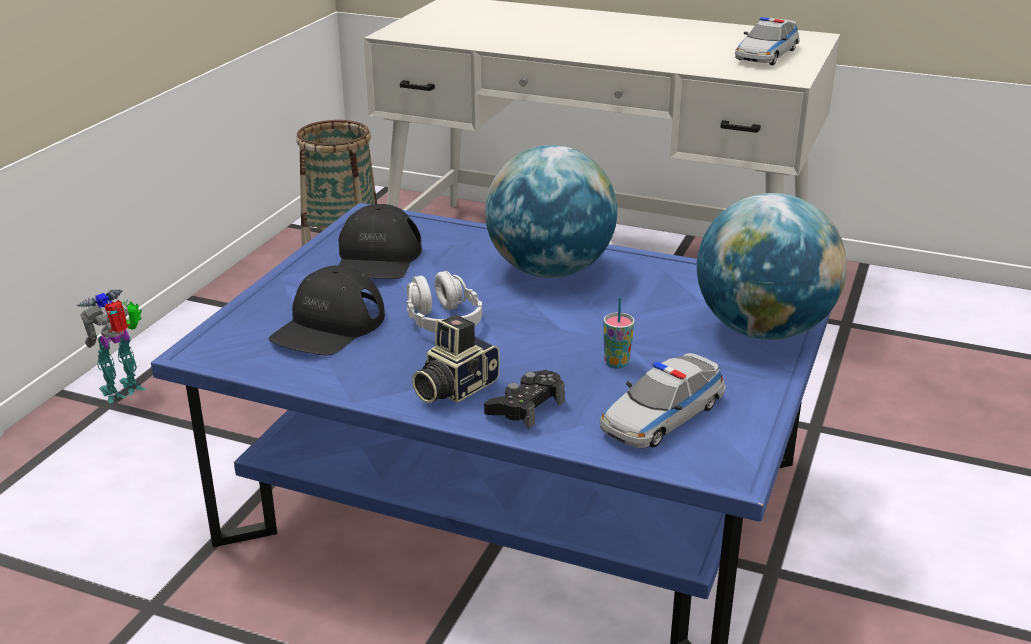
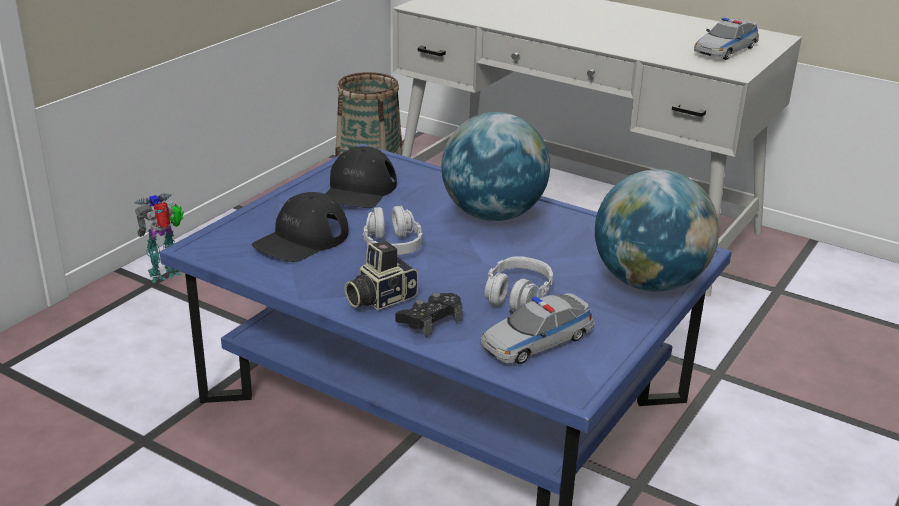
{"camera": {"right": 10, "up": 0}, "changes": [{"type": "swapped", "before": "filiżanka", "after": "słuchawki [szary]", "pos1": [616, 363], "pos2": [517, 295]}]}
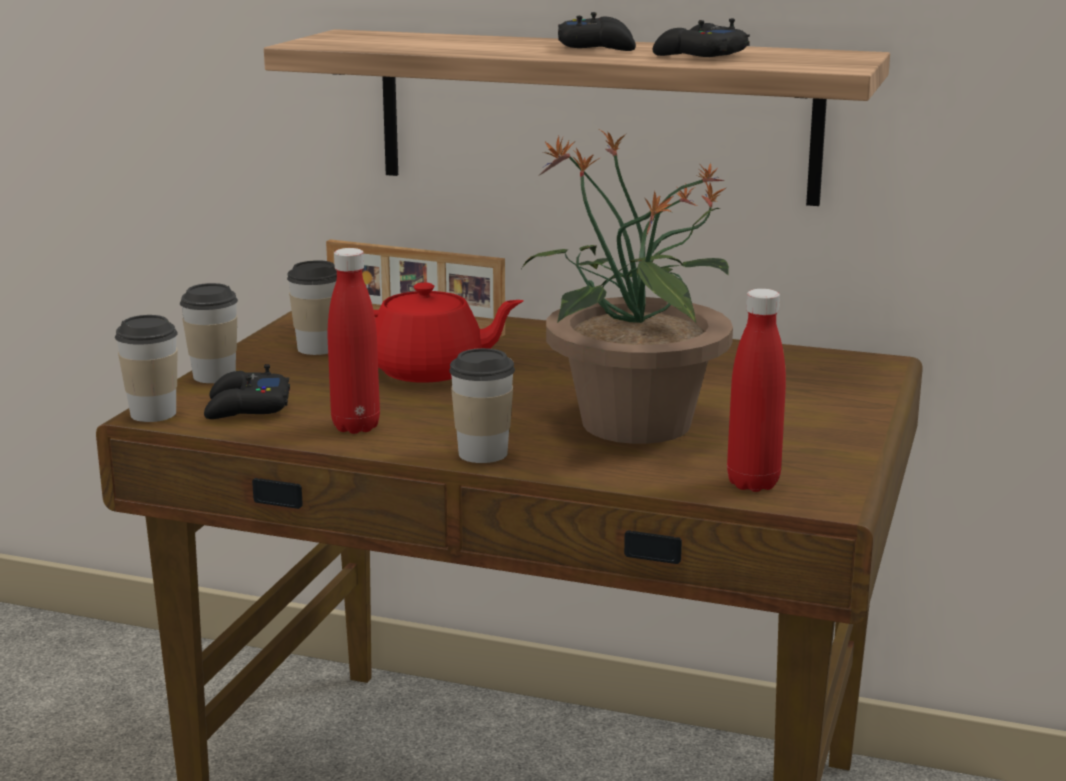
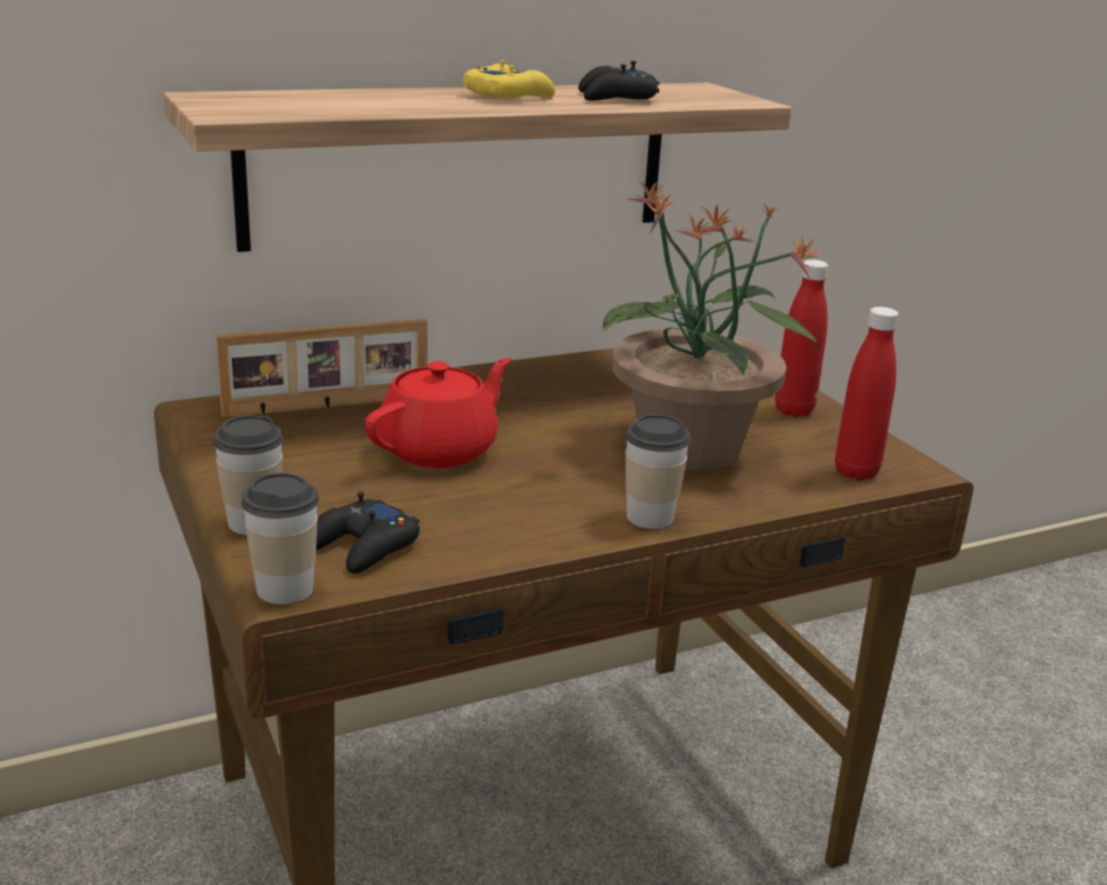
{"camera": {"right": -45, "up": 5}, "changes": [{"type": "repainted", "before": "pad do gier [czarny]", "after": "pad do gier [żółty]", "pos1": [597, 47], "pos2": [508, 95]}, {"type": "shifted", "before": "butelka [czerwony]", "pos1": [356, 426], "pos2": [793, 410]}, {"type": "gone", "before": "filiżanka", "pos1": [318, 348]}]}
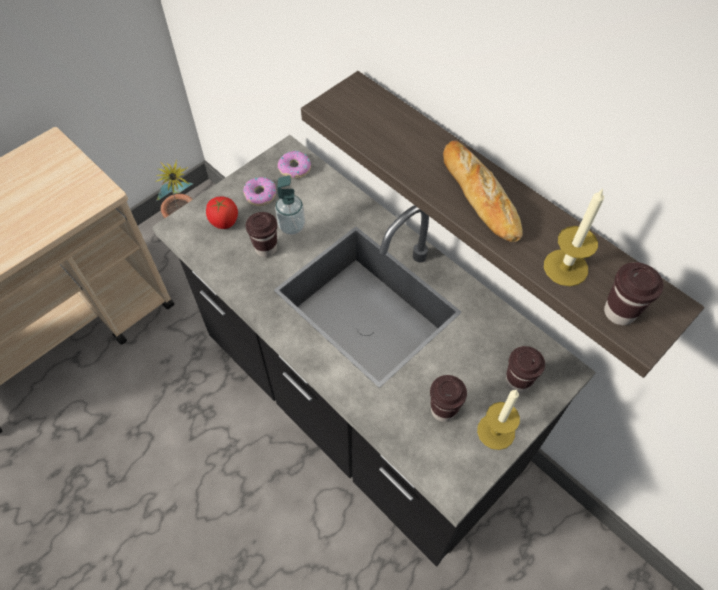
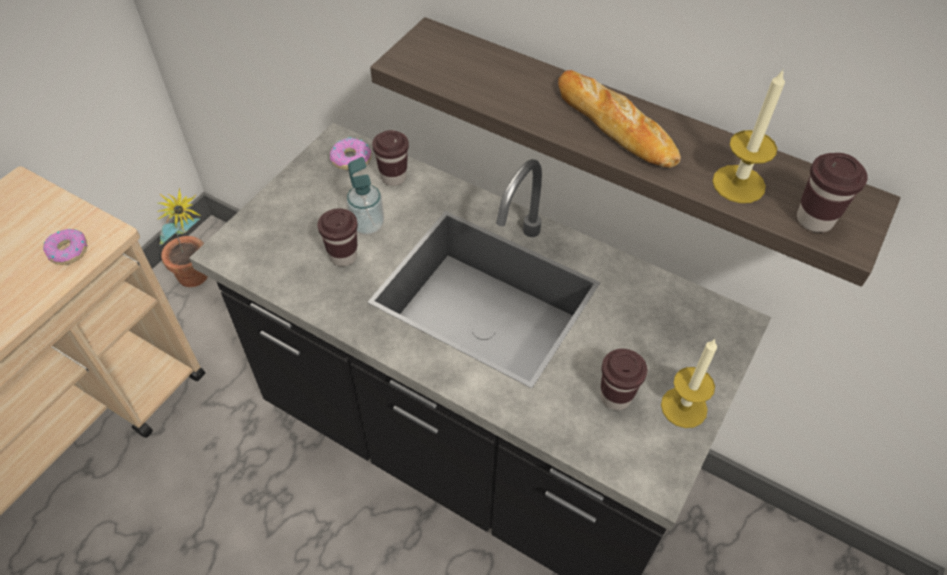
{"camera": {"right": -15, "up": -5}, "changes": [{"type": "shifted", "before": "donut", "pos1": [260, 195], "pos2": [68, 251]}, {"type": "gone", "before": "pomidor", "pos1": [224, 222]}, {"type": "shifted", "before": "filiżanka [brązowy]", "pos1": [517, 382], "pos2": [393, 177]}]}
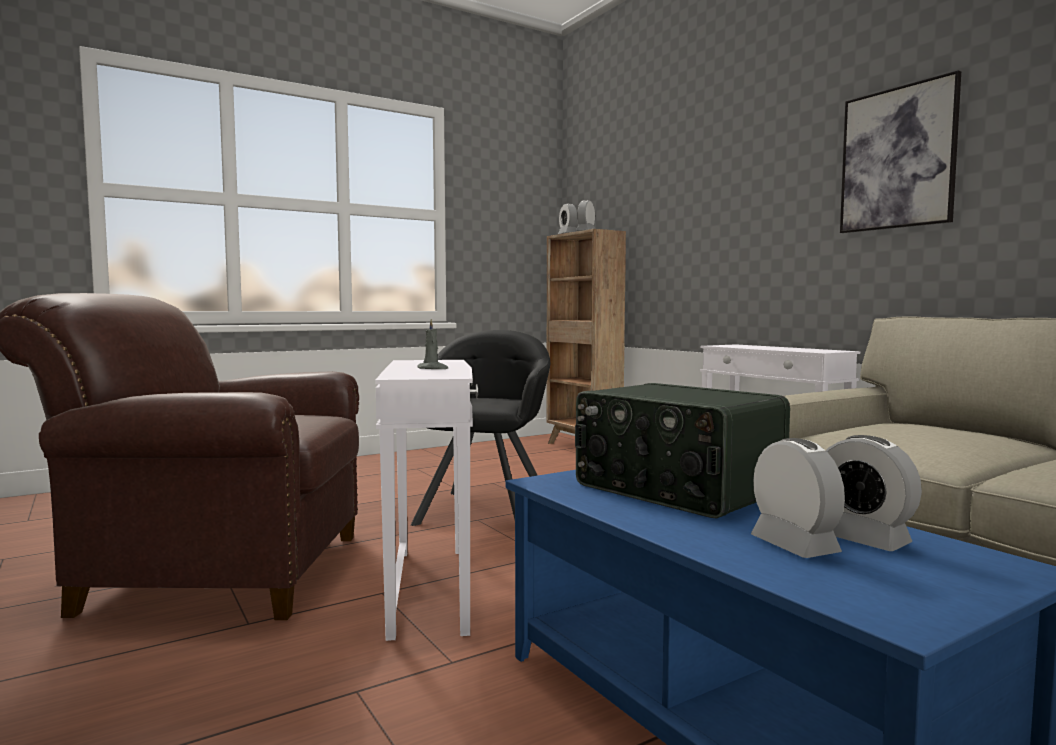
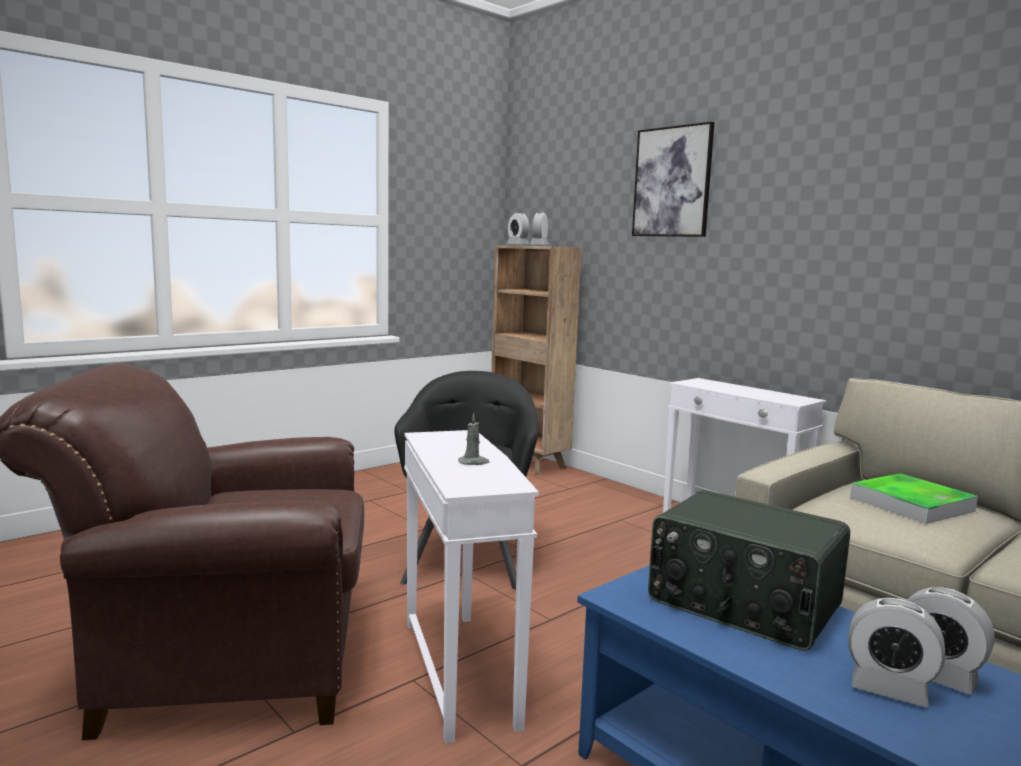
{"camera": {"right": -10, "up": 5}, "changes": [{"type": "shifted", "before": "obraz", "pos1": [897, 158], "pos2": [672, 182]}, {"type": "rotated", "before": "budzik", "pos1": [794, 546], "pos2": [889, 689], "turn": 150}, {"type": "new", "after": "taca", "pos2": [911, 504]}]}
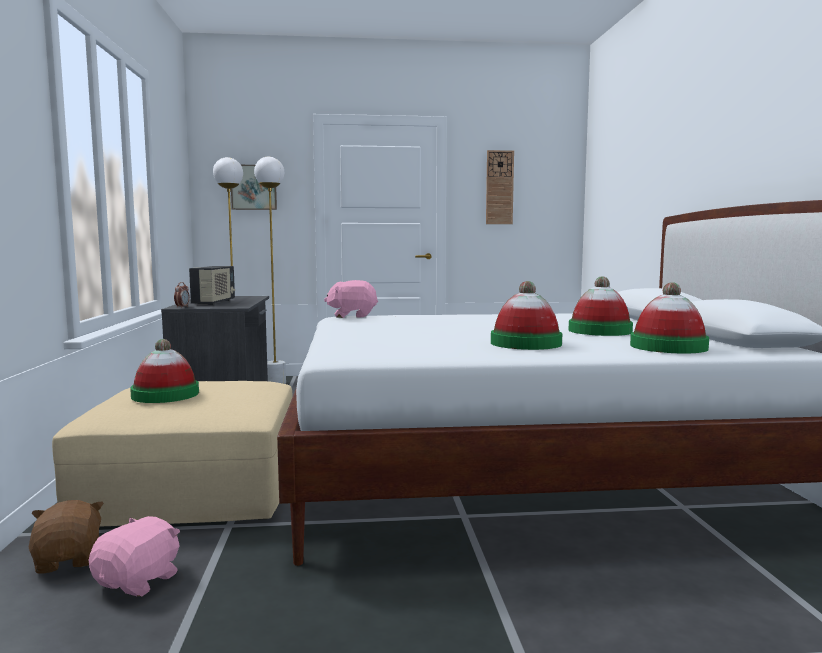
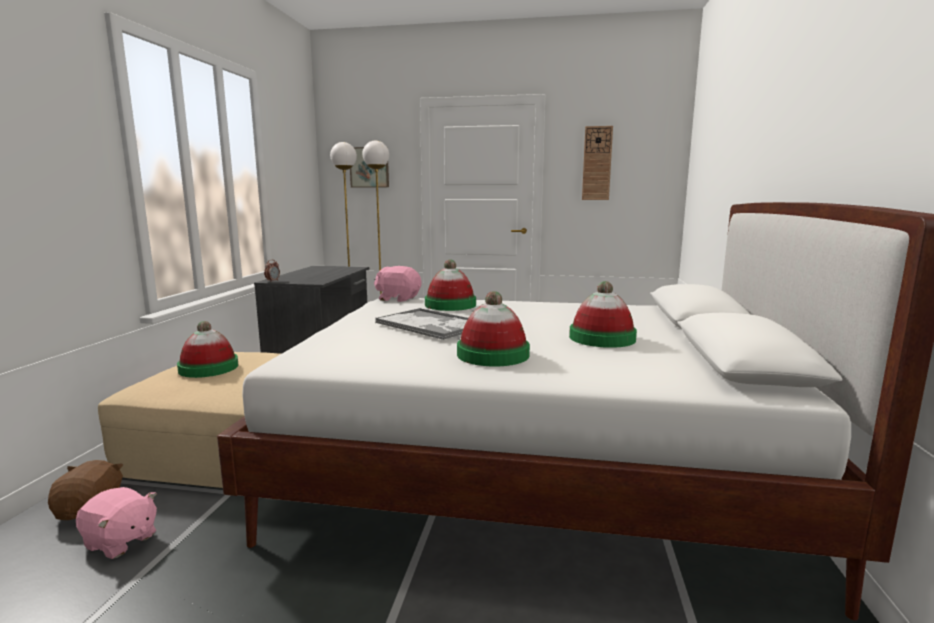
{"camera": {"right": 15, "up": 5}, "changes": [{"type": "gone", "before": "radio", "pos1": [214, 302]}, {"type": "shifted", "before": "kapelusz", "pos1": [668, 347], "pos2": [450, 305]}, {"type": "rotated", "before": "pluszak [różowy]", "pos1": [139, 581], "pos2": [120, 541], "turn": 75}, {"type": "new", "after": "taca", "pos2": [431, 325]}]}
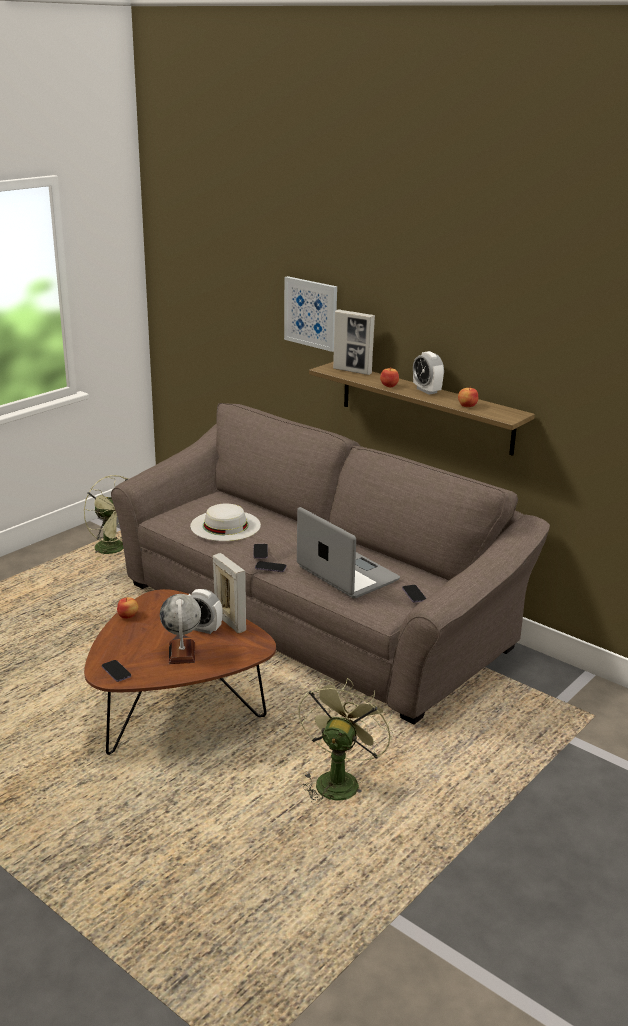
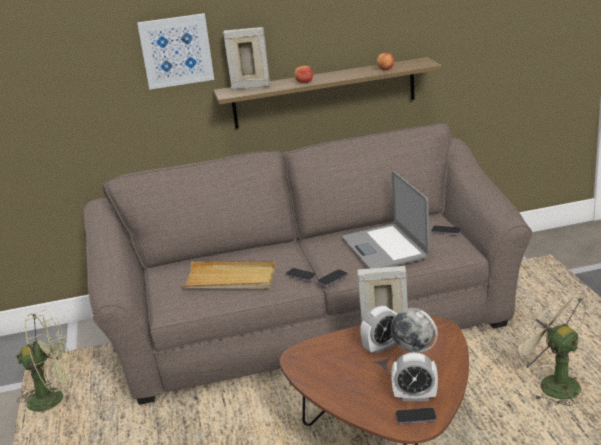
{"camera": {"right": -50, "up": 0}, "changes": [{"type": "rotated", "before": "ramka na zdjęcie", "pos1": [352, 371], "pos2": [250, 87], "turn": -150}, {"type": "shifted", "before": "budzik", "pos1": [426, 390], "pos2": [415, 396]}, {"type": "swapped", "before": "kapelusz [biały]", "after": "taca [beżowy]", "pos1": [225, 525], "pos2": [230, 279]}, {"type": "rotated", "before": "laptop", "pos1": [347, 574], "pos2": [385, 248], "turn": -105}, {"type": "gone", "before": "jabłko", "pos1": [128, 616]}, {"type": "repainted", "before": "wentylator [zielony]", "after": "wentylator [beżowy]", "pos1": [338, 779], "pos2": [551, 384]}]}
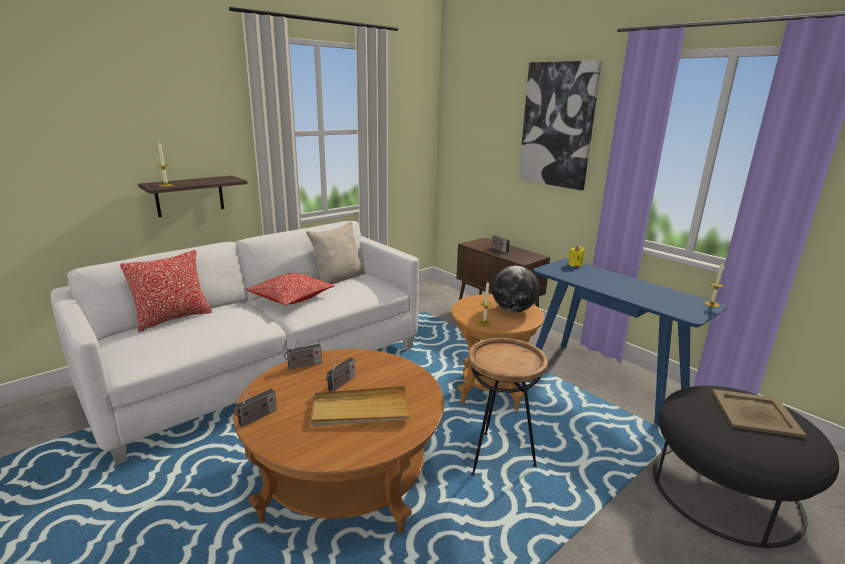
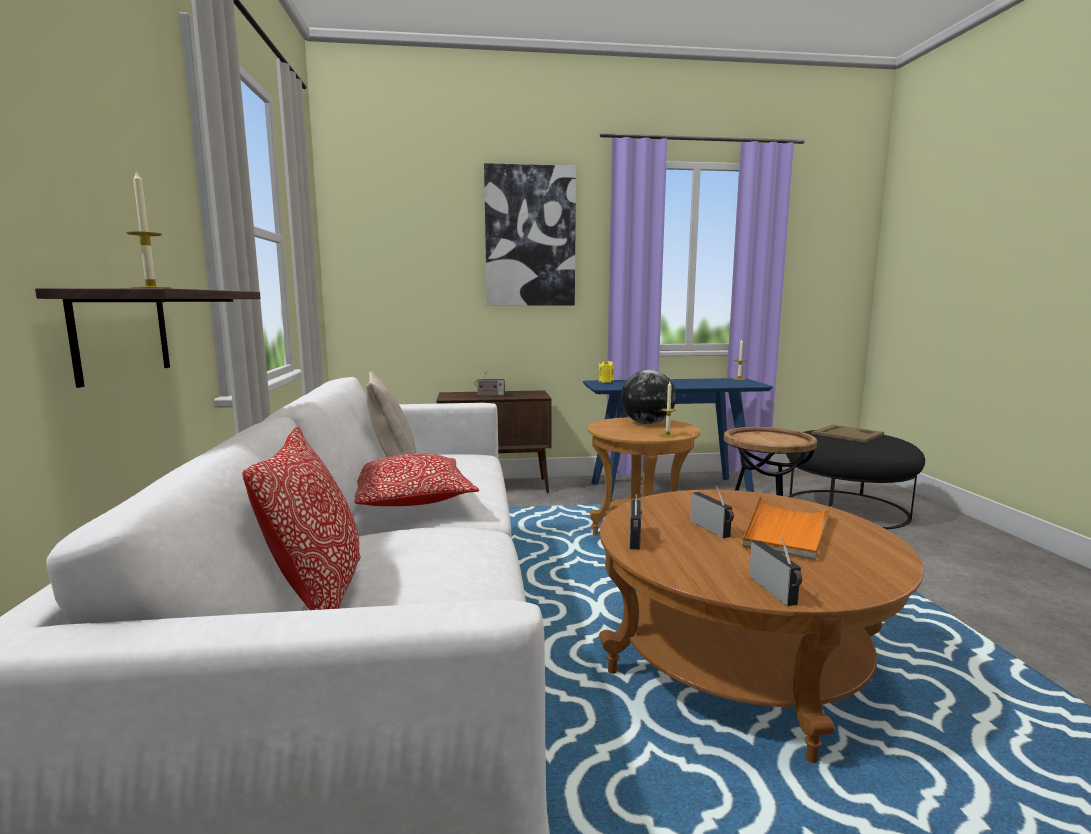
{"camera": {"right": -55, "up": -10}, "changes": [{"type": "repainted", "before": "taca [beżowy]", "after": "taca [pomarańczowy]", "pos1": [360, 410], "pos2": [786, 531]}]}
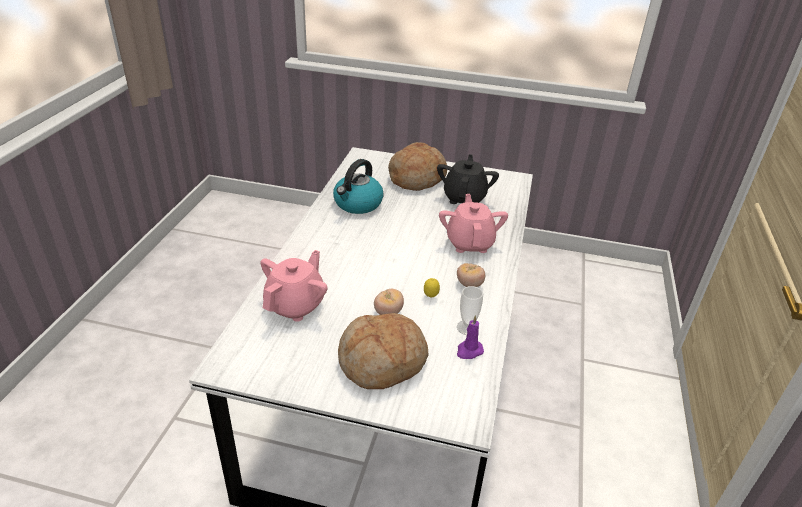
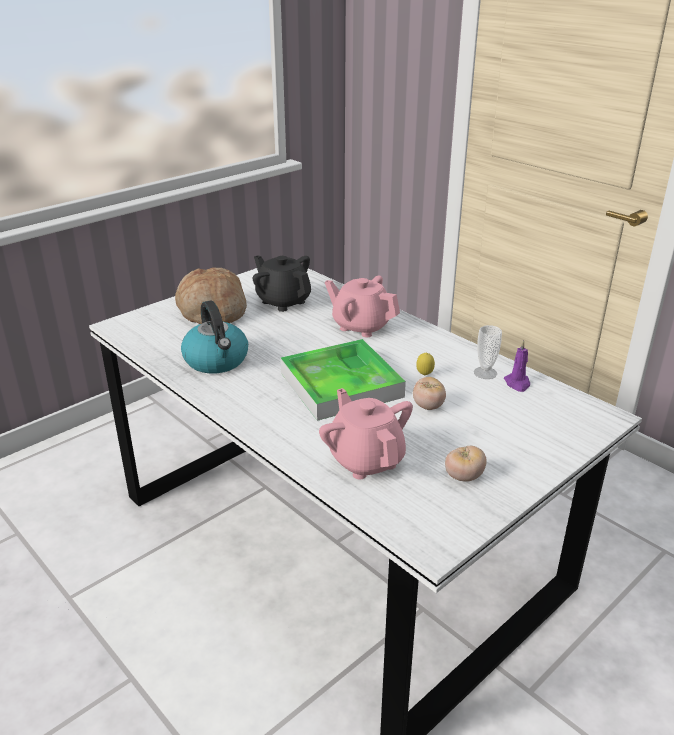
{"camera": {"right": -55, "up": -5}, "changes": [{"type": "shifted", "before": "pomidor", "pos1": [469, 284], "pos2": [463, 476]}, {"type": "gone", "before": "chleb", "pos1": [383, 362]}, {"type": "new", "after": "taca", "pos2": [341, 385]}]}
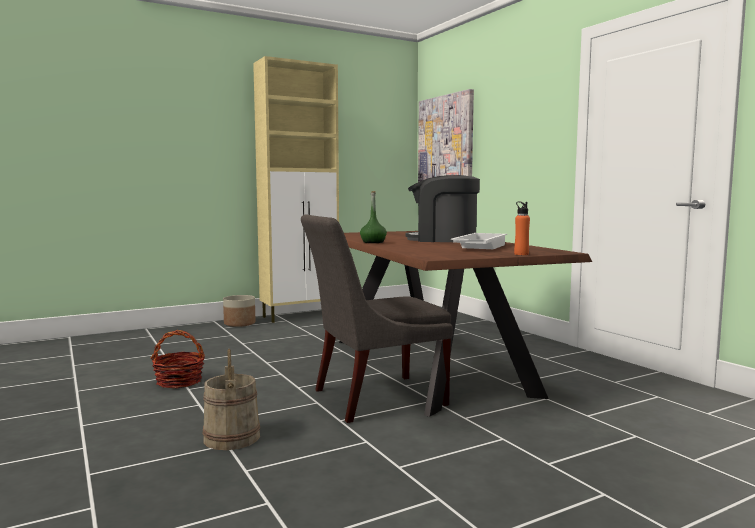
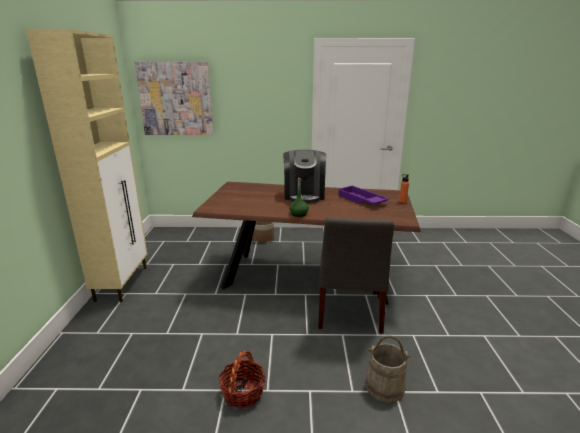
{"camera": {"right": -60, "up": 15}, "changes": [{"type": "rotated", "before": "ekspres do kawy", "pos1": [443, 239], "pos2": [304, 195], "turn": -45}, {"type": "repainted", "before": "taca [biały]", "after": "taca [fioletowy]", "pos1": [479, 247], "pos2": [361, 200]}, {"type": "shifted", "before": "donica", "pos1": [240, 323], "pos2": [263, 238]}]}
